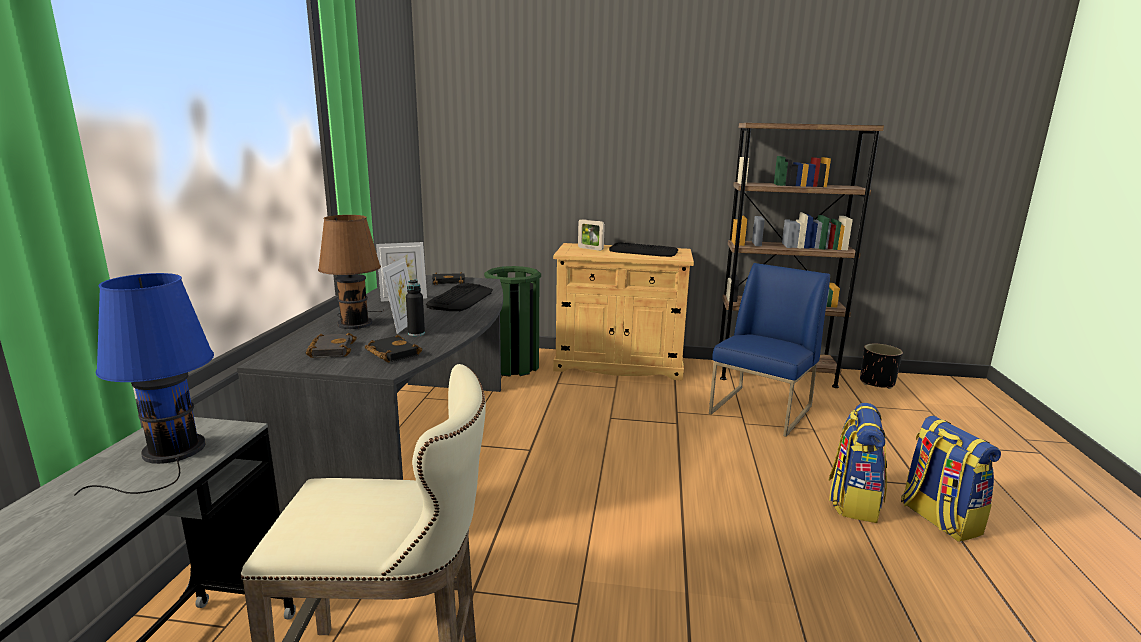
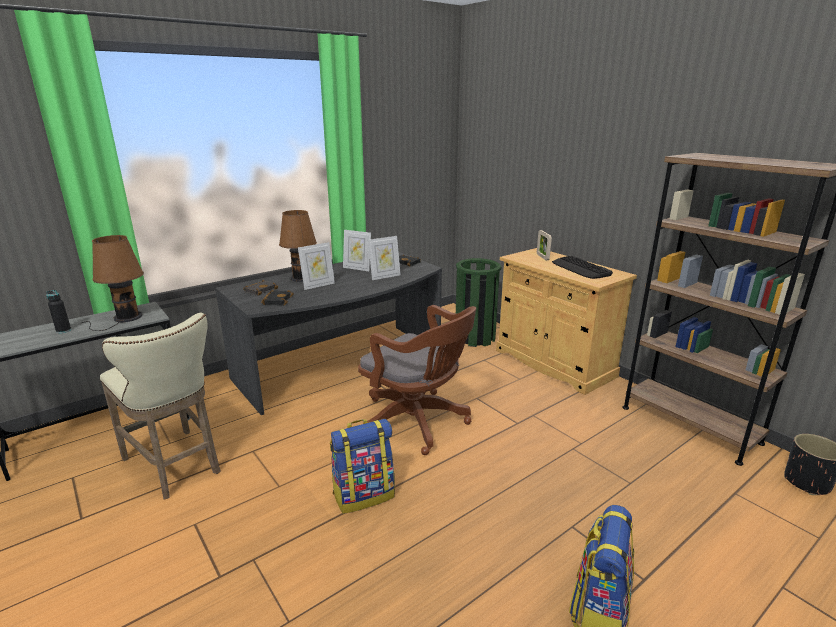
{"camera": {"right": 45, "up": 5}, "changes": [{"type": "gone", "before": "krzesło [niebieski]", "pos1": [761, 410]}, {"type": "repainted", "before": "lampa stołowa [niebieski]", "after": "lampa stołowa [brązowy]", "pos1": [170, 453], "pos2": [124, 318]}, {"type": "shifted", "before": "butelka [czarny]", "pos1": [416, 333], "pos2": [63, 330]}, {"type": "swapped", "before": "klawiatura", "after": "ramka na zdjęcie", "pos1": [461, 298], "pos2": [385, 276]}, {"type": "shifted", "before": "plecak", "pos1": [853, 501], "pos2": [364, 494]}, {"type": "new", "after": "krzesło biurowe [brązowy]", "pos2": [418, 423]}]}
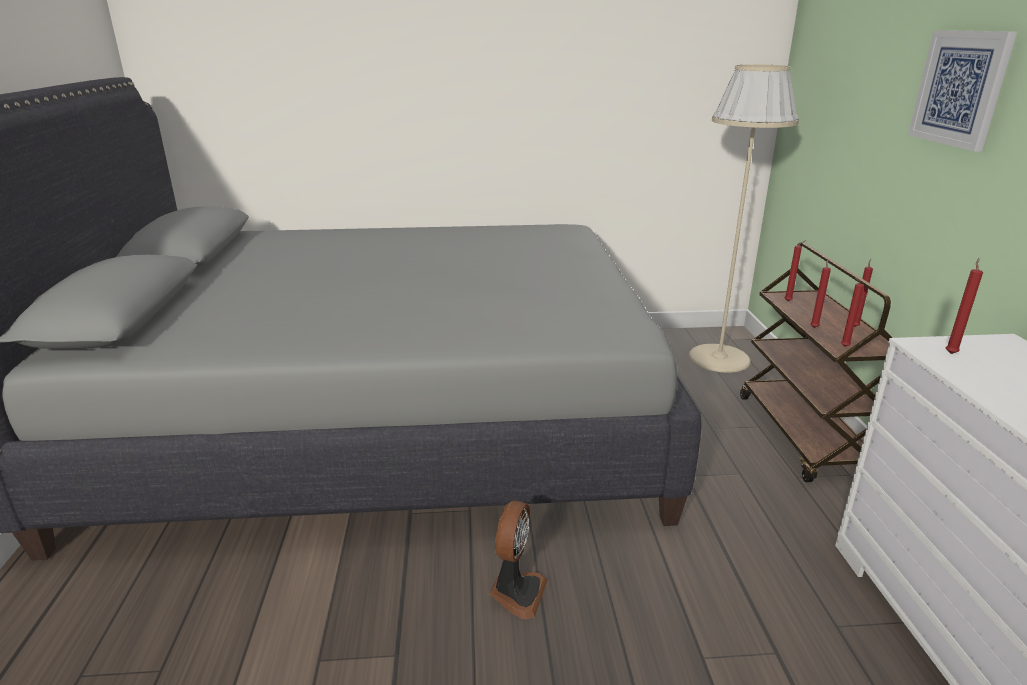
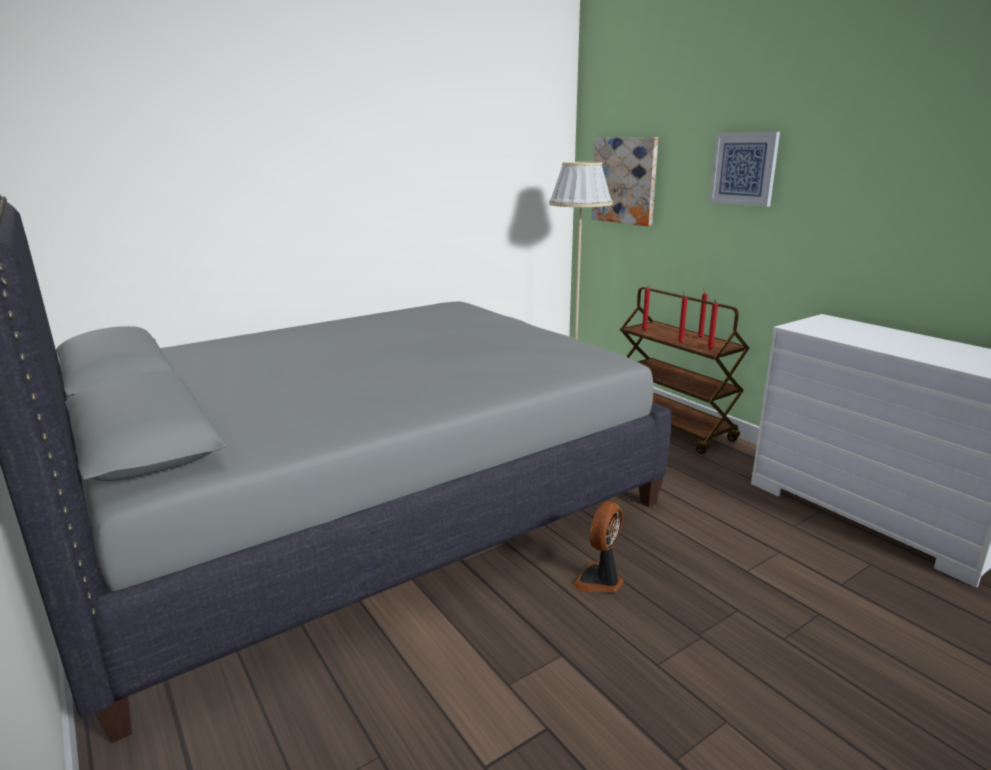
{"camera": {"right": -30, "up": -5}, "changes": [{"type": "gone", "before": "świeca [czerwony]", "pos1": [951, 353]}, {"type": "rotated", "before": "wentylator", "pos1": [516, 592], "pos2": [600, 581], "turn": -135}, {"type": "new", "after": "obraz", "pos2": [625, 180]}]}
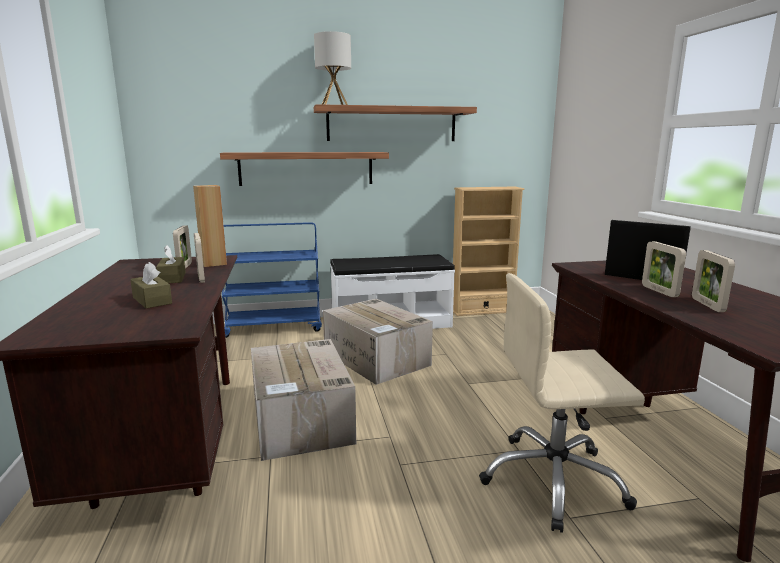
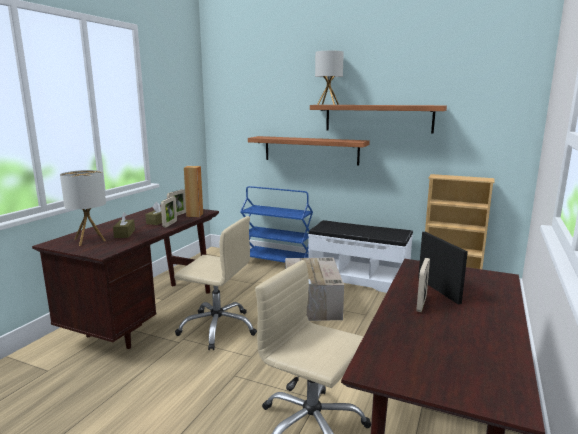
{"camera": {"right": 35, "up": 0}, "changes": [{"type": "gone", "before": "ramka na zdjęcie", "pos1": [707, 305]}, {"type": "swapped", "before": "karton", "after": "krzesło biurowe [beżowy]", "pos1": [301, 420], "pos2": [218, 328]}, {"type": "new", "after": "lampa stołowa", "pos2": [89, 240]}]}
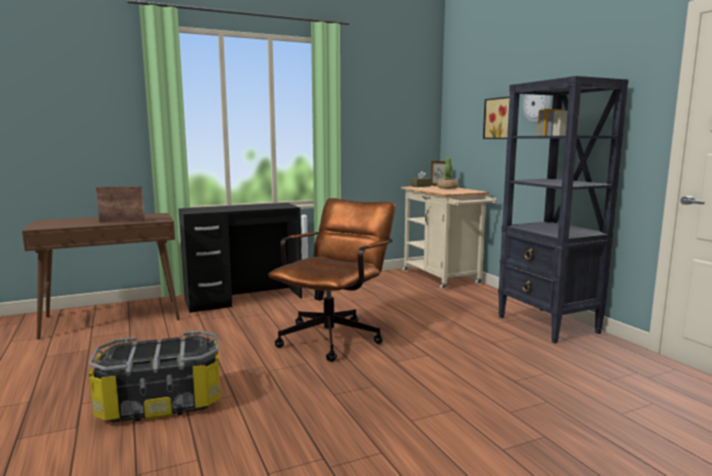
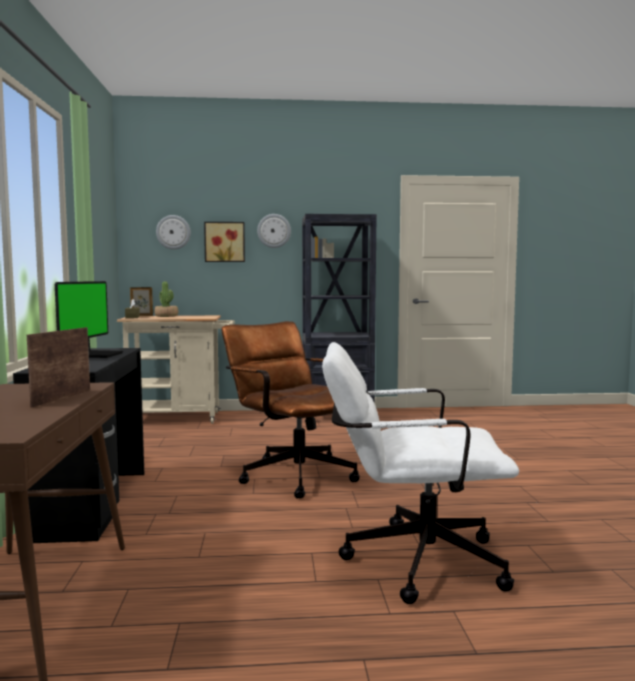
{"camera": {"right": -70, "up": -5}, "changes": [{"type": "swapped", "before": "pojemnik do przechowywania", "after": "krzesło biurowe [biały]", "pos1": [161, 402], "pos2": [409, 561]}, {"type": "new", "after": "zegar ścienny", "pos2": [173, 232]}, {"type": "new", "after": "monitor", "pos2": [96, 355]}]}
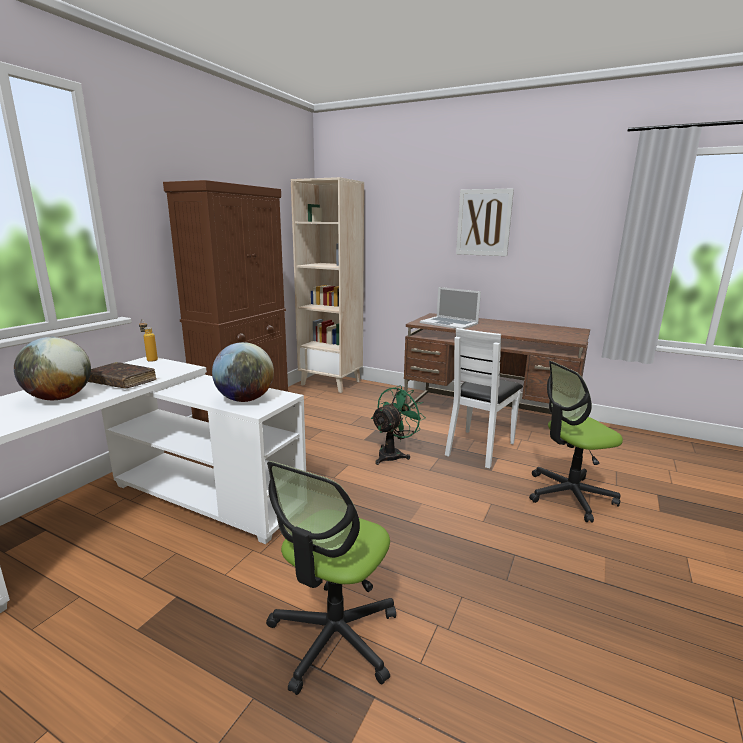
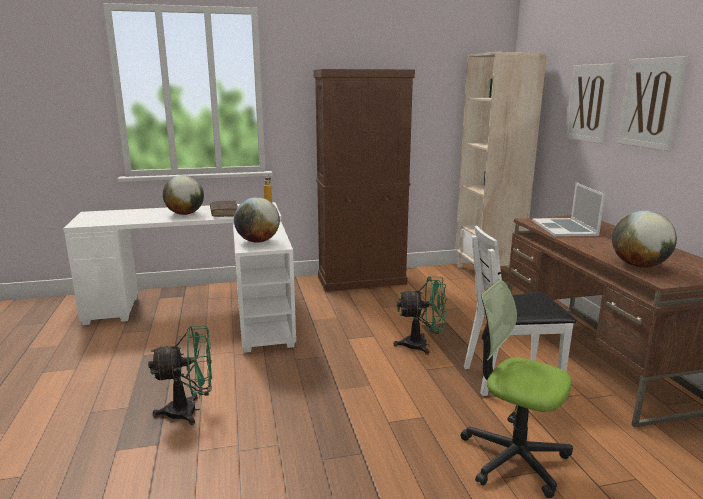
{"camera": {"right": 50, "up": 0}, "changes": [{"type": "swapped", "before": "krzesło biurowe", "after": "wentylator [zielony]", "pos1": [333, 637], "pos2": [190, 411]}, {"type": "new", "after": "obraz", "pos2": [589, 103]}, {"type": "new", "after": "globus", "pos2": [639, 265]}]}
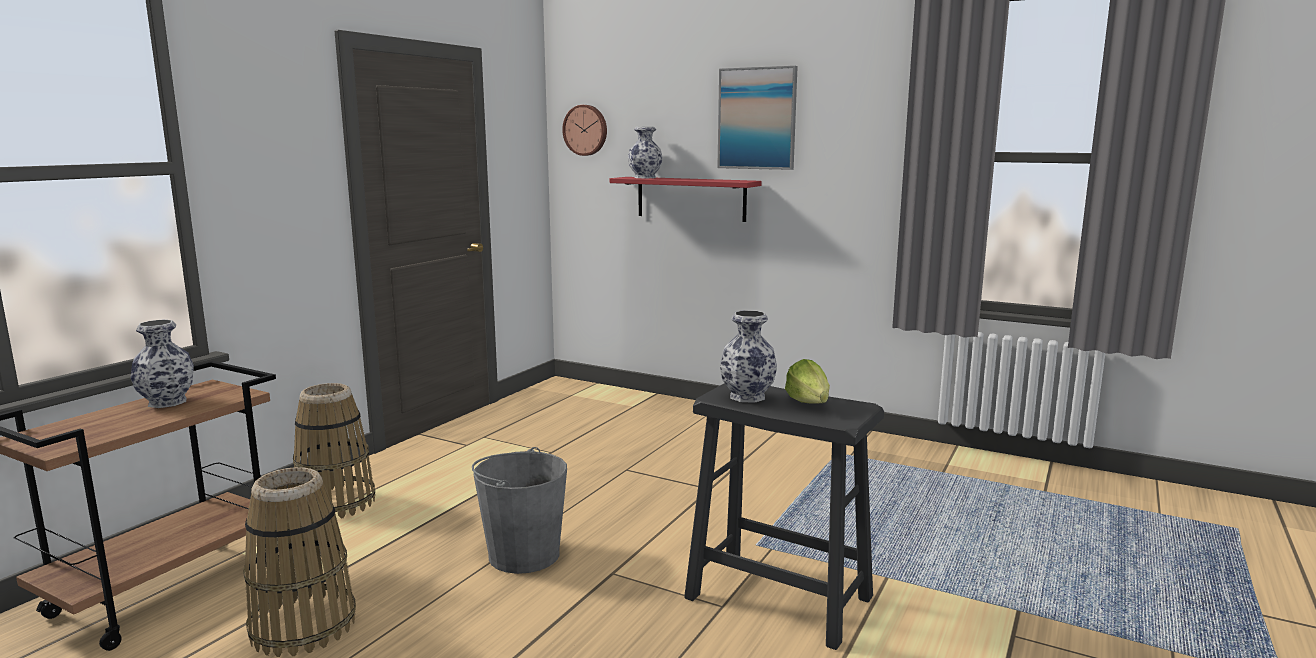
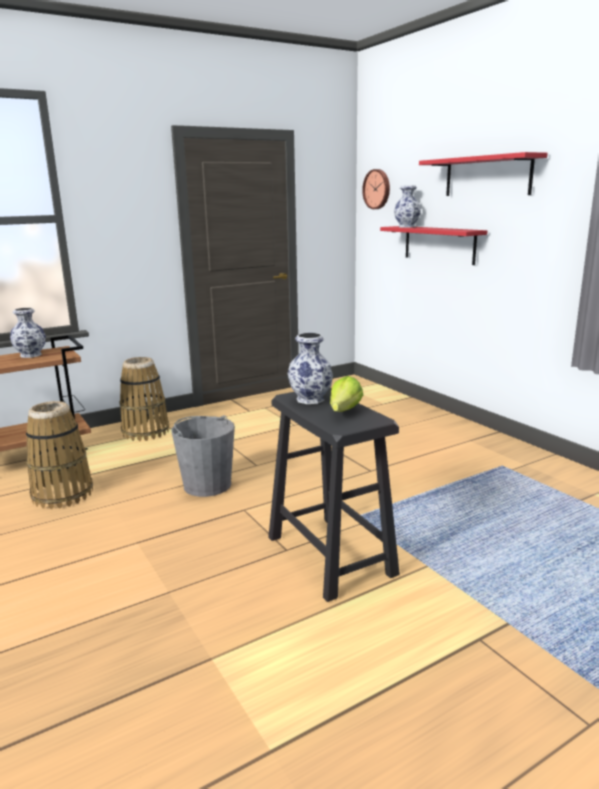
{"camera": {"right": 30, "up": 5}, "changes": [{"type": "swapped", "before": "obraz", "after": "półka [czerwony]", "pos1": [757, 118], "pos2": [487, 176]}]}
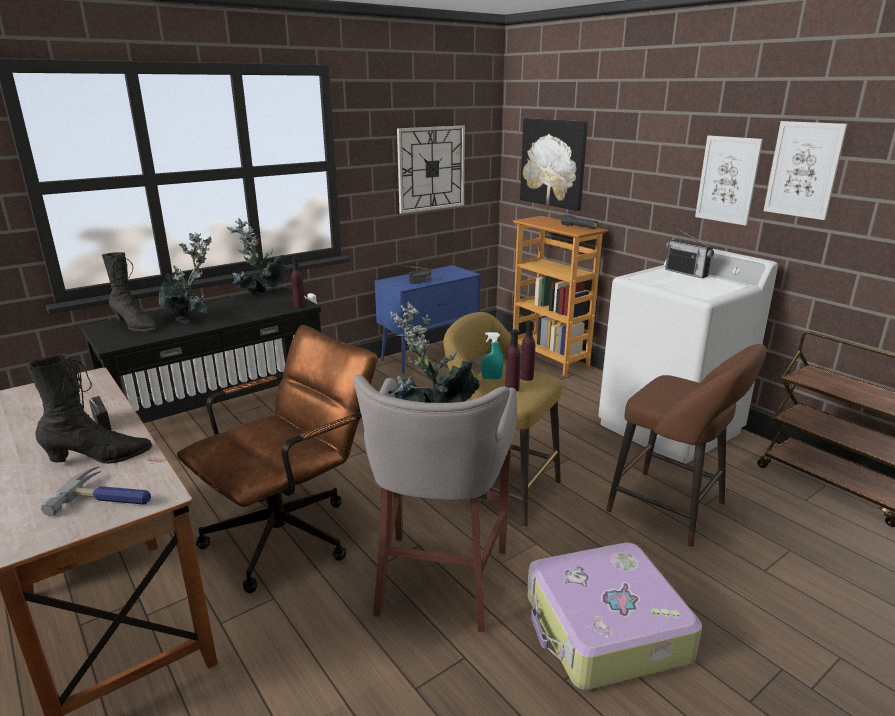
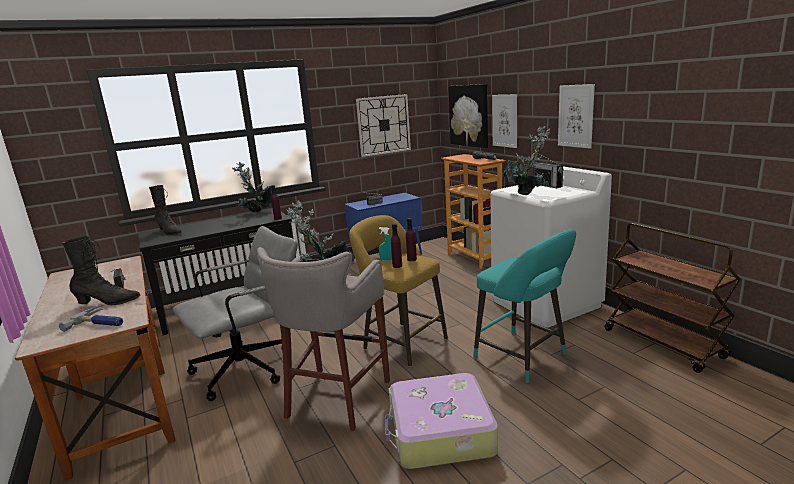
{"camera": {"right": 10, "up": -5}, "changes": [{"type": "shifted", "before": "obraz", "pos1": [803, 170], "pos2": [504, 121]}, {"type": "shifted", "before": "roślina doniczkowa", "pos1": [191, 319], "pos2": [527, 193]}, {"type": "repainted", "before": "krzesło biurowe [brązowy]", "after": "krzesło biurowe [szary]", "pos1": [292, 532], "pos2": [251, 366]}, {"type": "repainted", "before": "stołek [brązowy]", "after": "stołek [turkusowy]", "pos1": [672, 510], "pos2": [524, 358]}]}
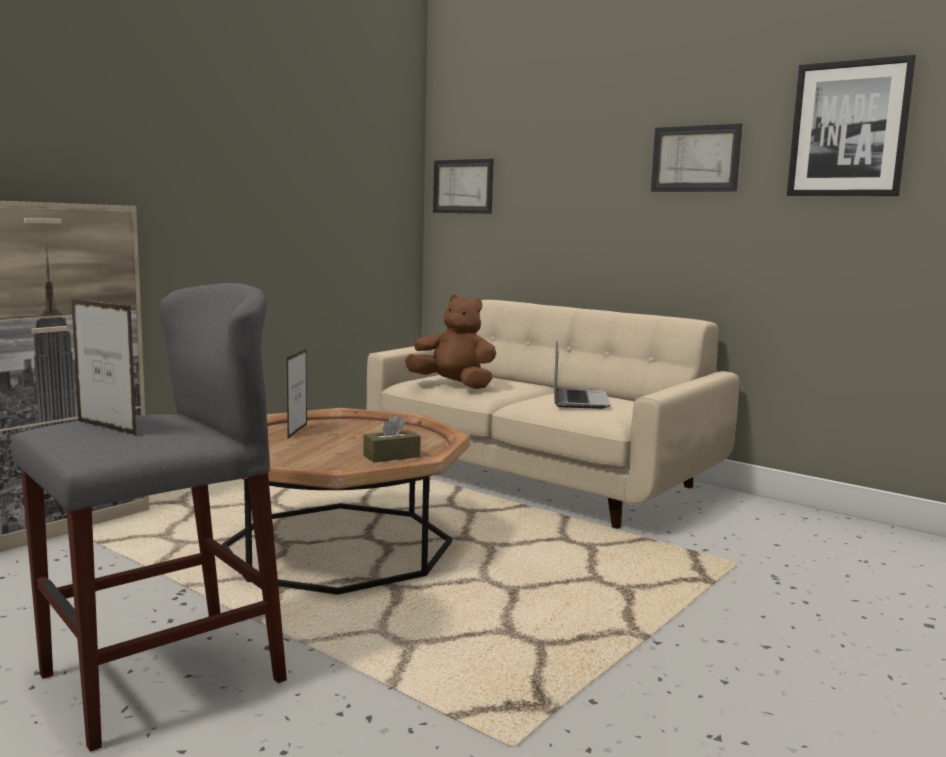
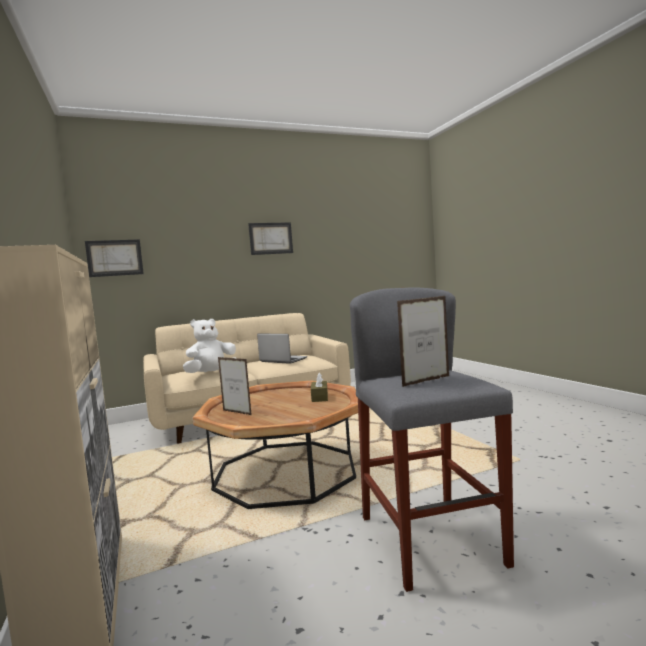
{"camera": {"right": -60, "up": -5}, "changes": [{"type": "gone", "before": "obraz", "pos1": [849, 129]}, {"type": "repainted", "before": "pluszak [brązowy]", "after": "pluszak [biały]", "pos1": [454, 385], "pos2": [212, 374]}]}
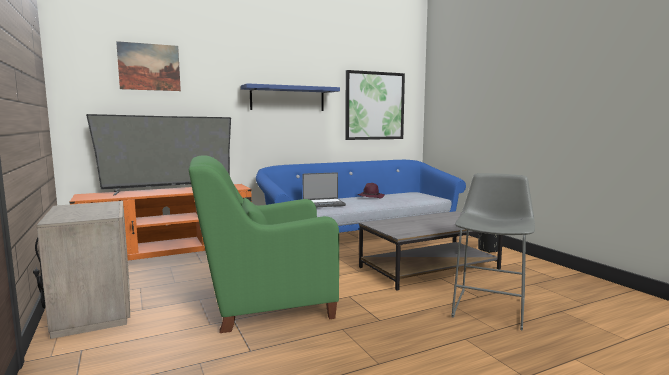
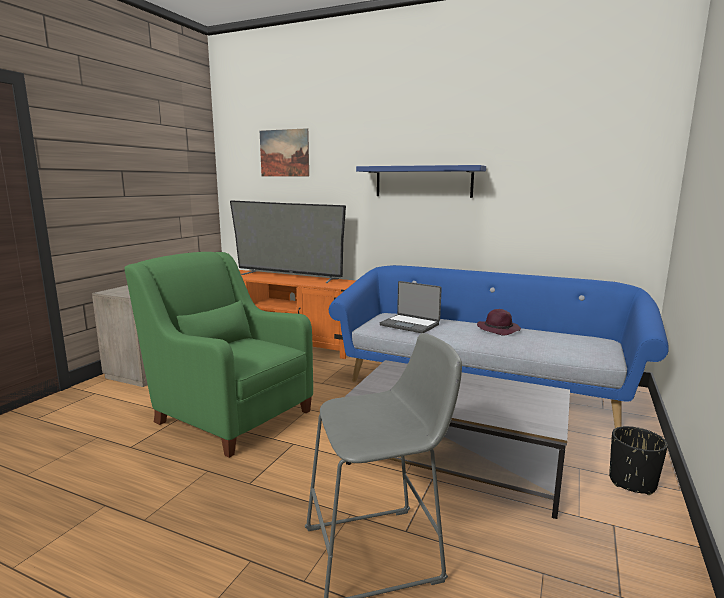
{"camera": {"right": 50, "up": 5}, "changes": [{"type": "gone", "before": "obraz", "pos1": [374, 106]}]}
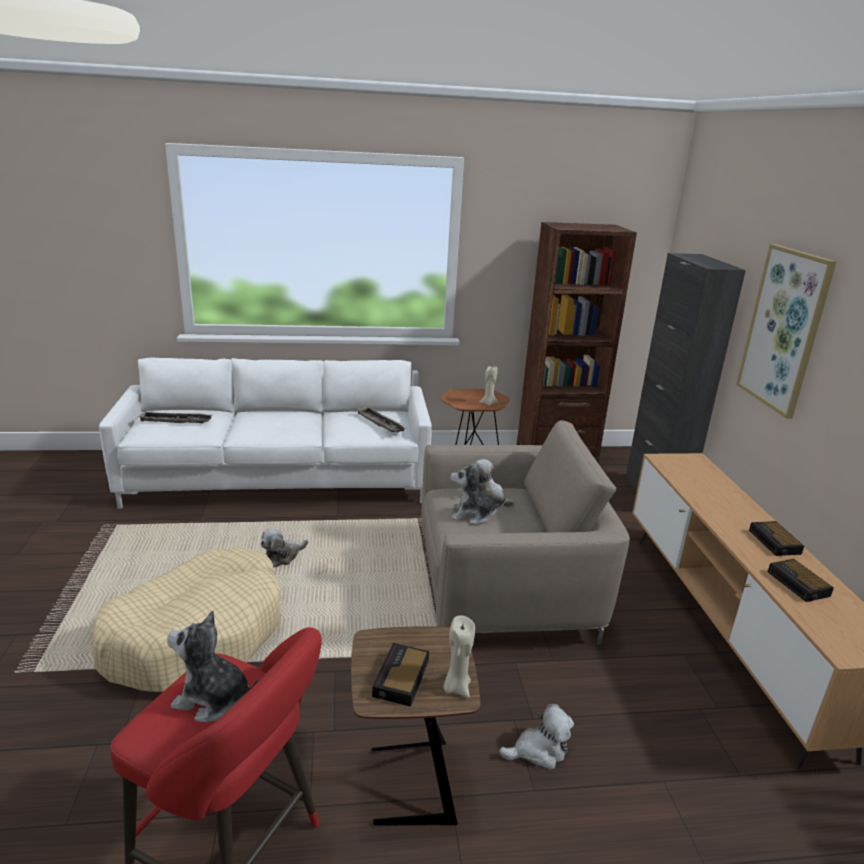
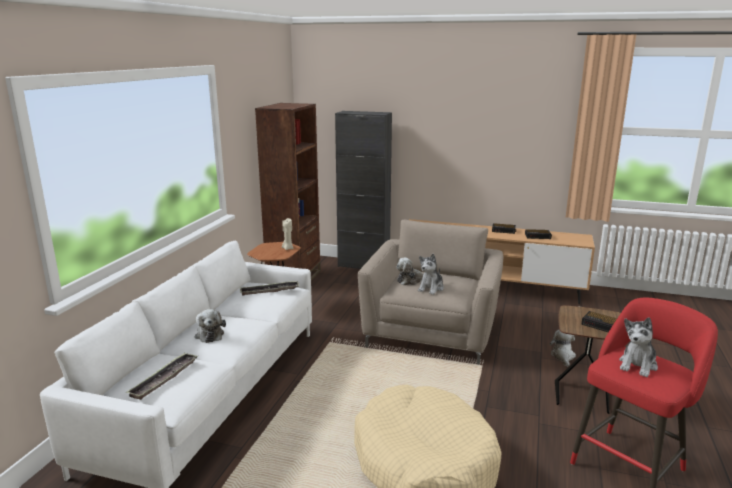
{"camera": {"right": -65, "up": -5}, "changes": [{"type": "gone", "before": "obraz", "pos1": [784, 330]}, {"type": "shifted", "before": "pluszak", "pos1": [282, 556], "pos2": [209, 334]}, {"type": "gone", "before": "świeca [beżowy]", "pos1": [456, 687]}]}
